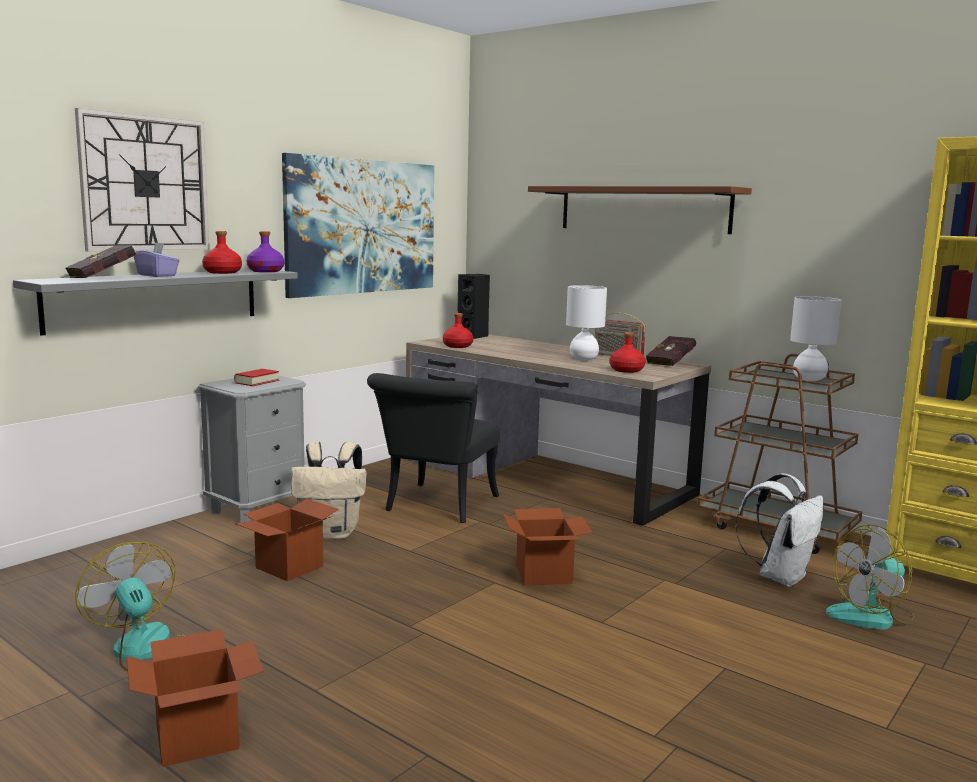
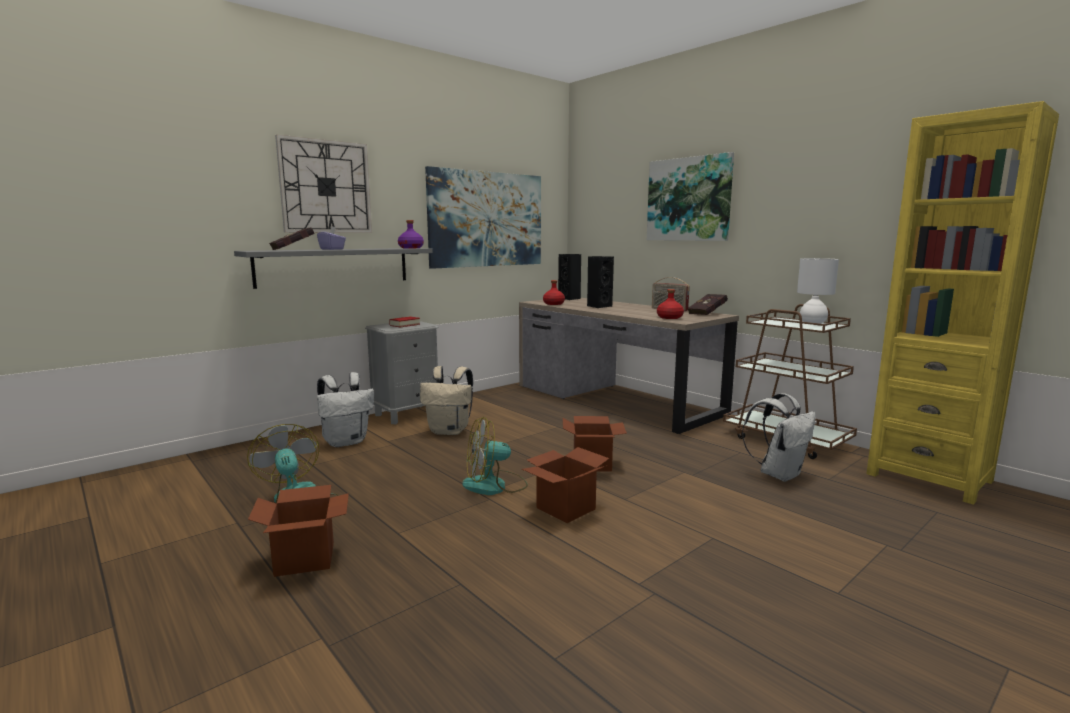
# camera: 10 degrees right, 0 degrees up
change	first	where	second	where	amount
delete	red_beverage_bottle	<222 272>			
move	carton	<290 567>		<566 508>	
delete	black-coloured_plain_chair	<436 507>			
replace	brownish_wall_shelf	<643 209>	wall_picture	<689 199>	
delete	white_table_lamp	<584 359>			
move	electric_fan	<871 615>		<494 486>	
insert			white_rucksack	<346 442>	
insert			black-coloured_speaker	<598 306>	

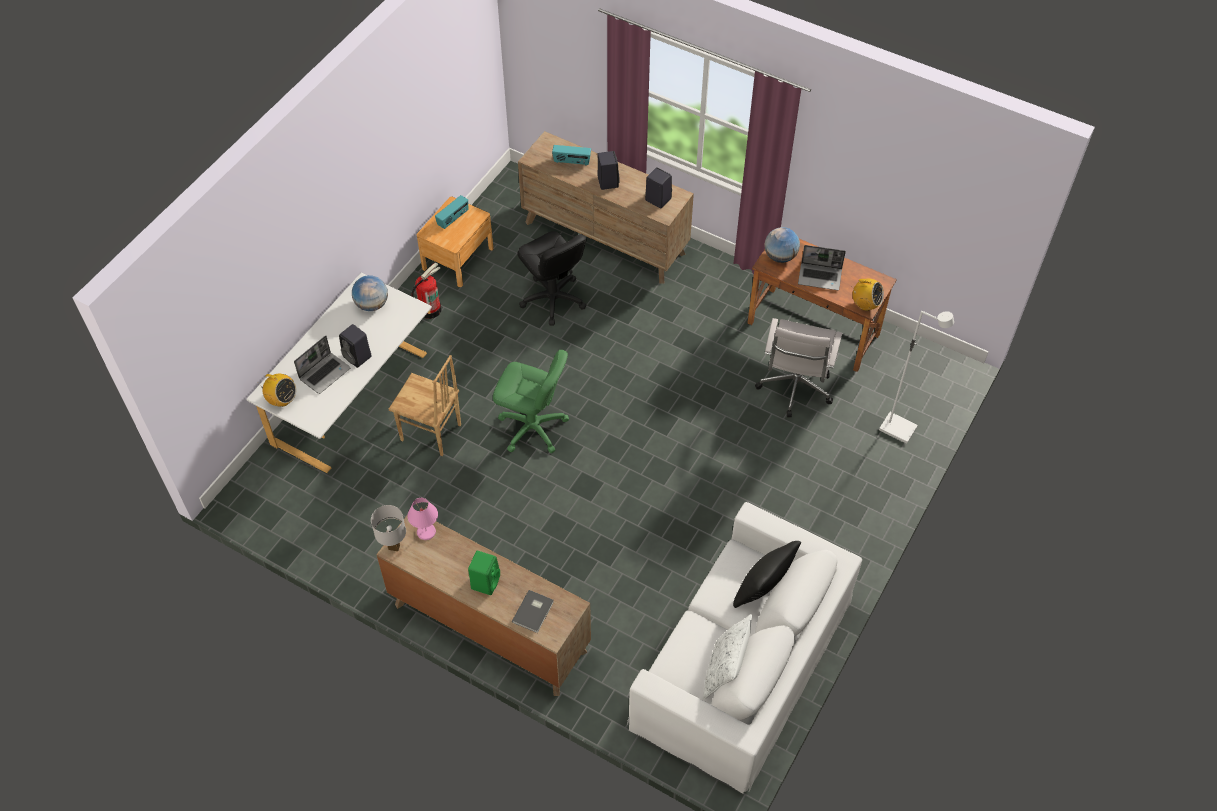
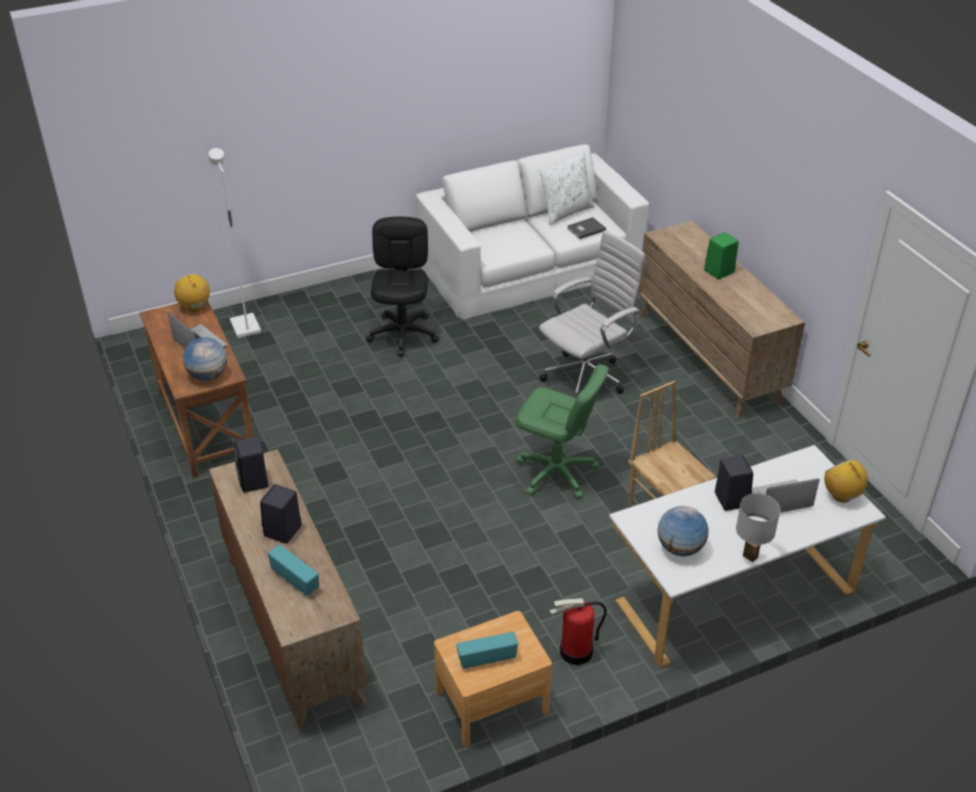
# camera: 145 degrees left, 15 degrees down
change	first	where	second	where	amount
move	white_table_lamp	<394 547>		<749 556>	
delete	pink_table_lamp	<426 532>			
rotate	green_computer_chair	<533 428>		<556 473>	150 degrees clockwise
move	gray_volume	<534 611>		<585 229>	
move	black-coloured_computer_chair	<553 299>		<403 334>	
delete	black-coloured_cushion	<762 589>			
move	white_computer_chair	<794 389>		<587 377>	

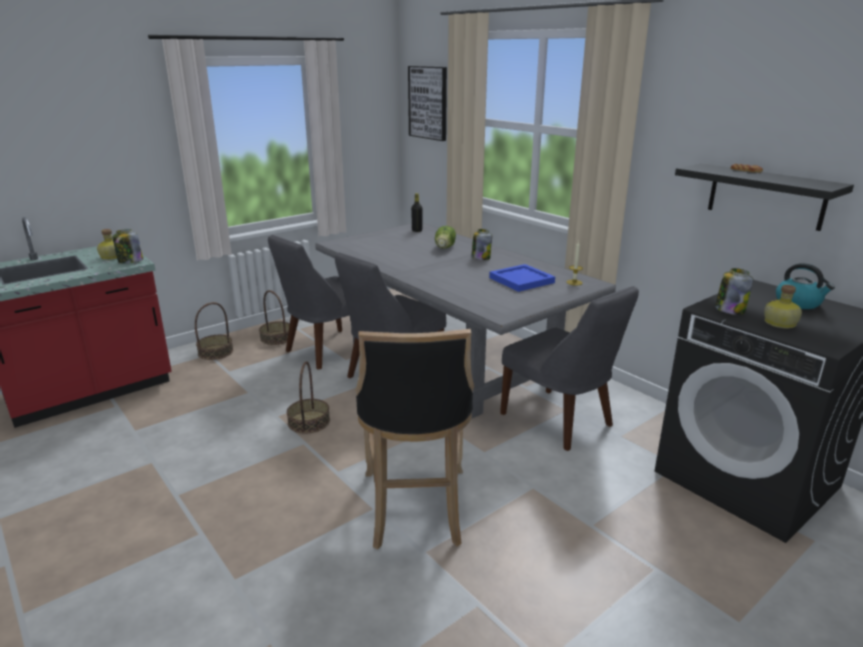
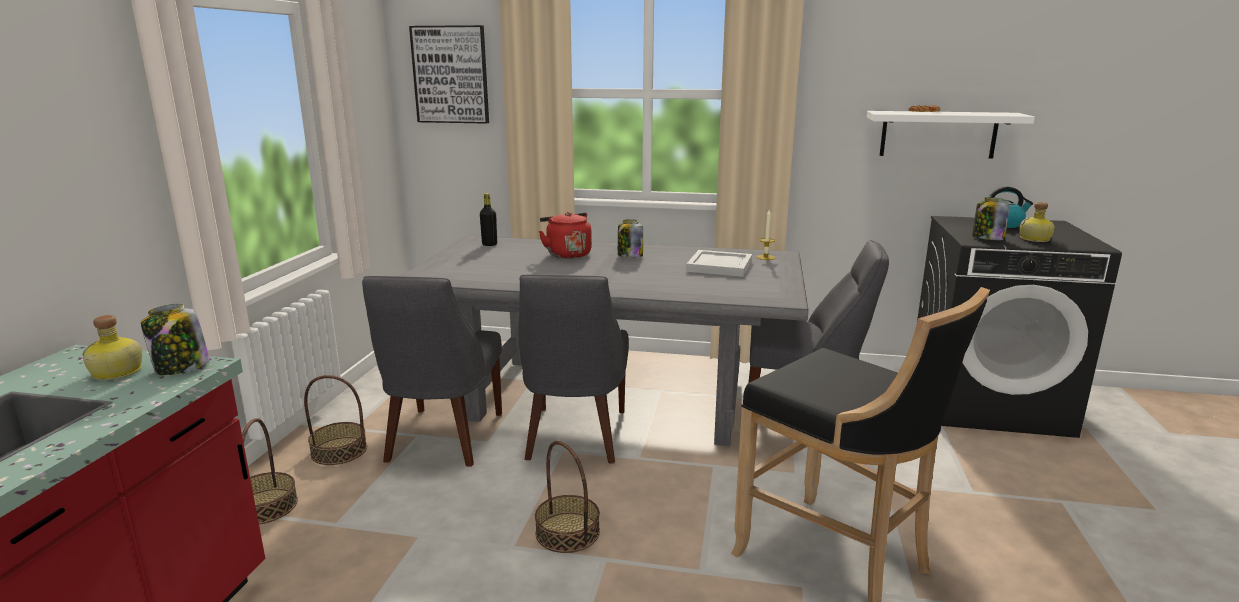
# camera: 40 degrees left, 5 degrees down
change	first	where	second	where	amount
replace	lettuce	<445 247>	red_tea_kettle	<567 254>	
recolor	blue-coloured_serving_tray	<521 280>	white_serving_tray	<719 266>	
recolor	black-coloured_wall_shelf	<766 196>	white_wall_shelf	<938 134>	

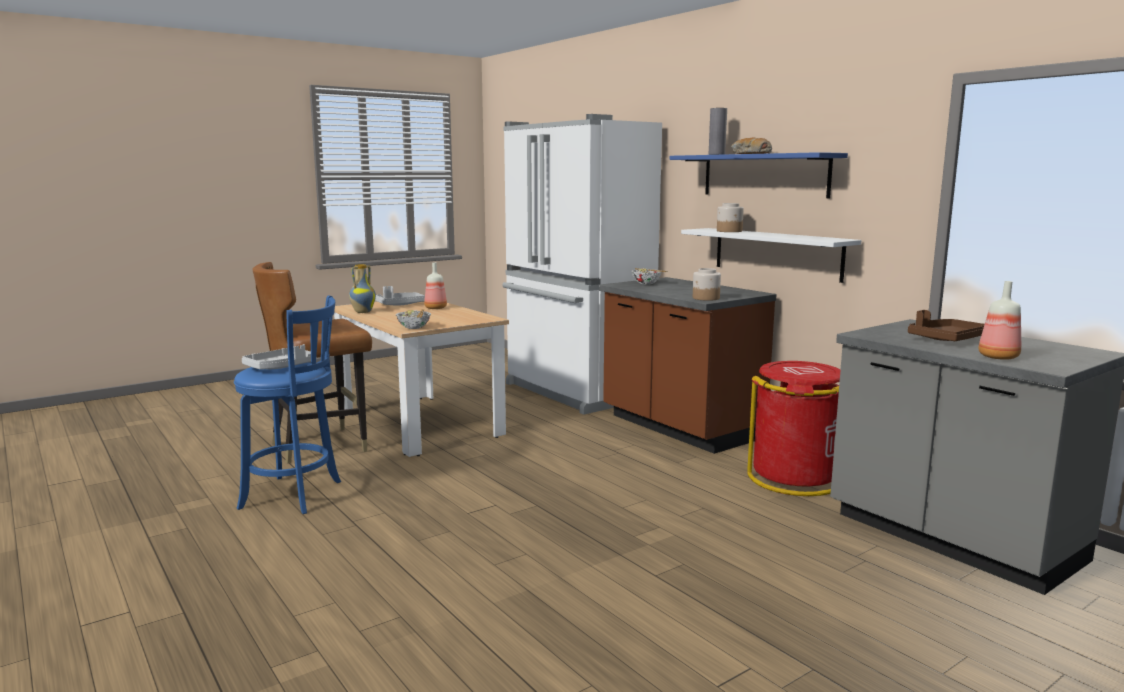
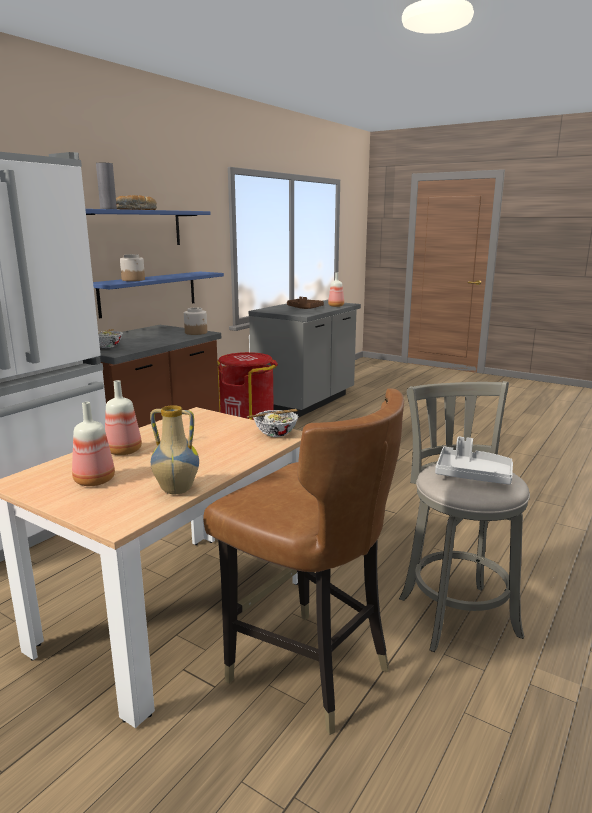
# camera: 110 degrees left, 5 degrees up
change	first	where	second	where	amount
recolor	blue-coloured_stool_seat	<296 495>	gray_stool_seat	<455 612>	
replace	gray_serving_tray	<400 305>	beverage_bottle	<93 481>	
recolor	white_wall_shelf	<776 253>	blue-coloured_wall_shelf	<149 293>	

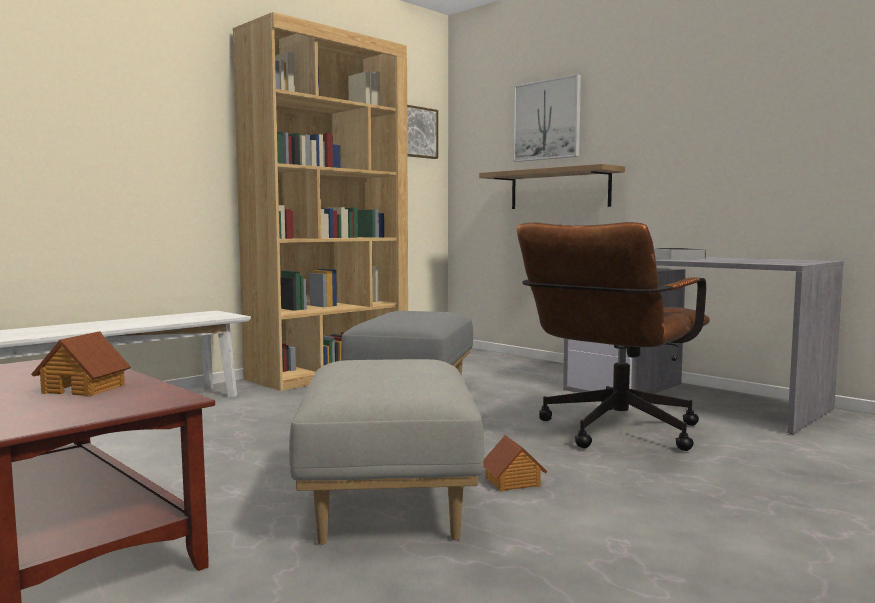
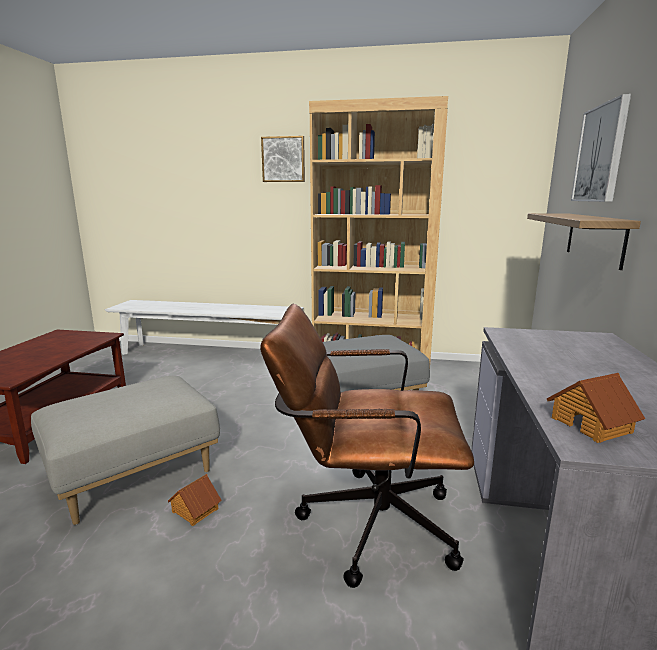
# camera: 55 degrees right, 10 degrees up
change	first	where	second	where	amount
move	miniature_house	<84 388>		<592 424>	
move	wall_picture	<416 132>		<283 159>	
delete	volume	<674 258>			

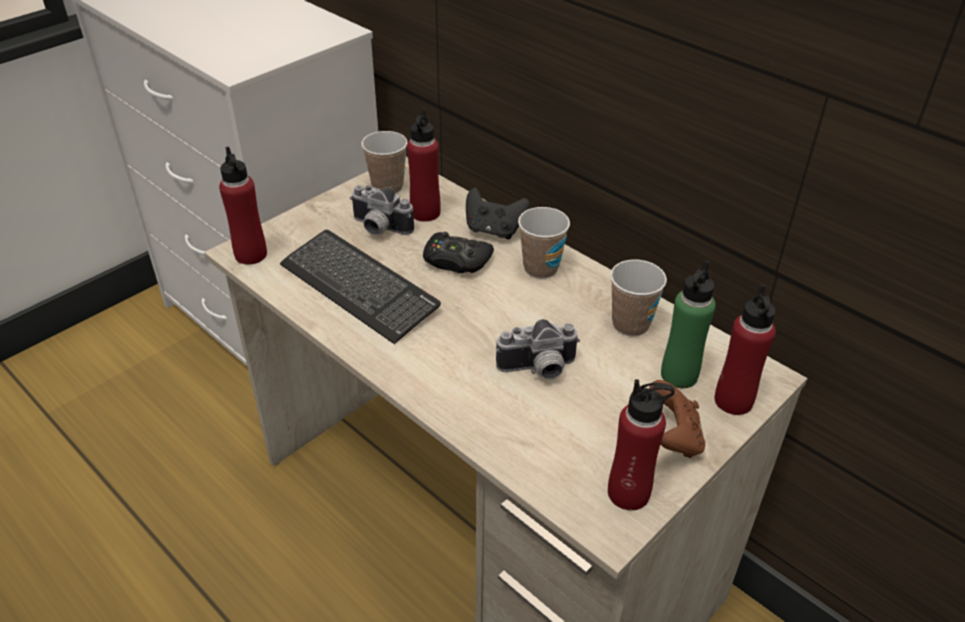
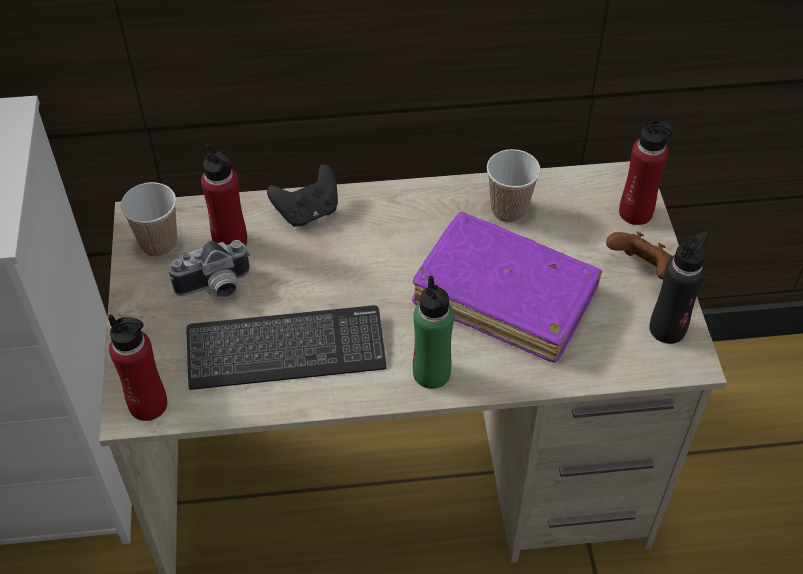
# camera: 50 degrees left, 10 degrees up
change	first	where	second	where	amount
delete	black-coloured_game_controller	<456 261>			
replace	still_camera	<538 370>	purple_volume	<505 297>	
delete	drinking_cup	<540 268>			
recolor	red_beverage_bottle	<629 493>	black-coloured_beverage_bottle	<667 329>	
move	green_beverage_bottle	<679 375>		<431 373>	

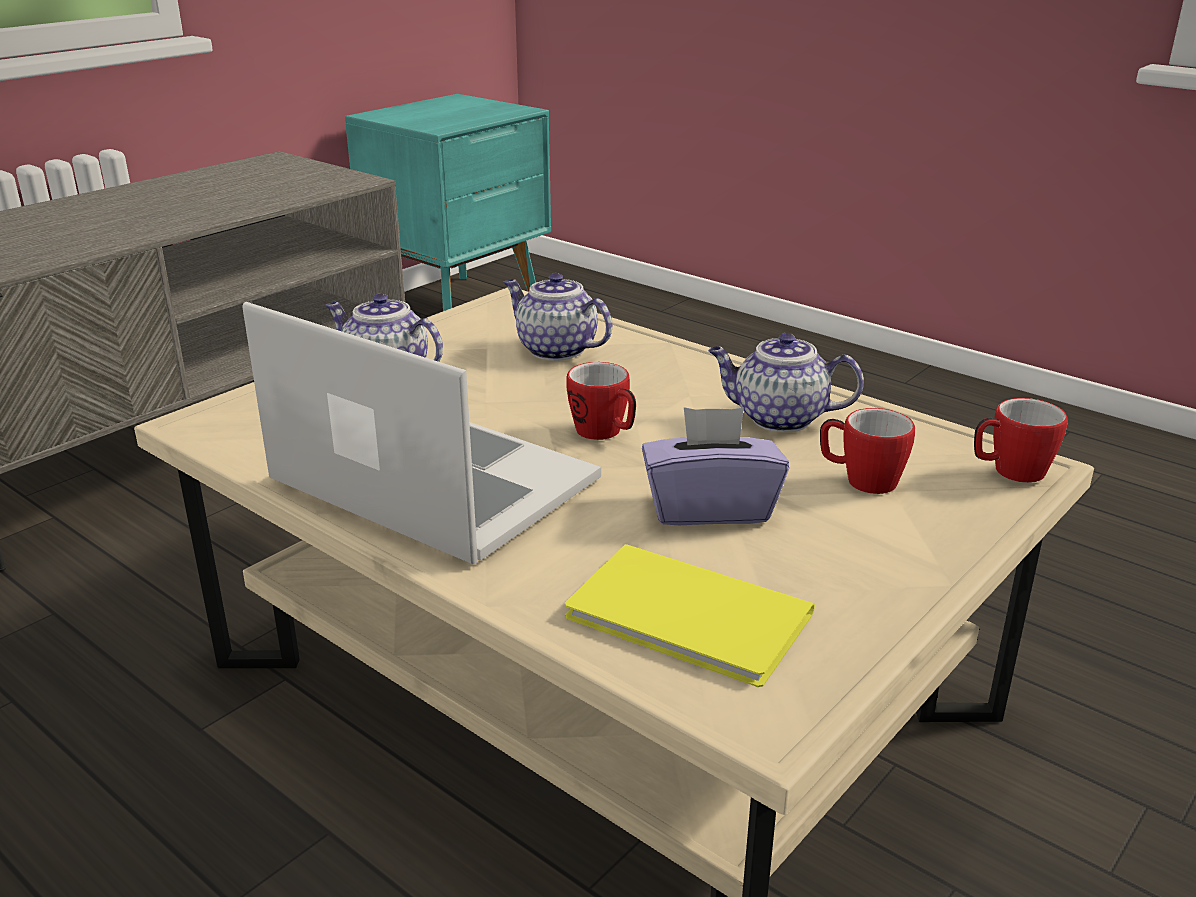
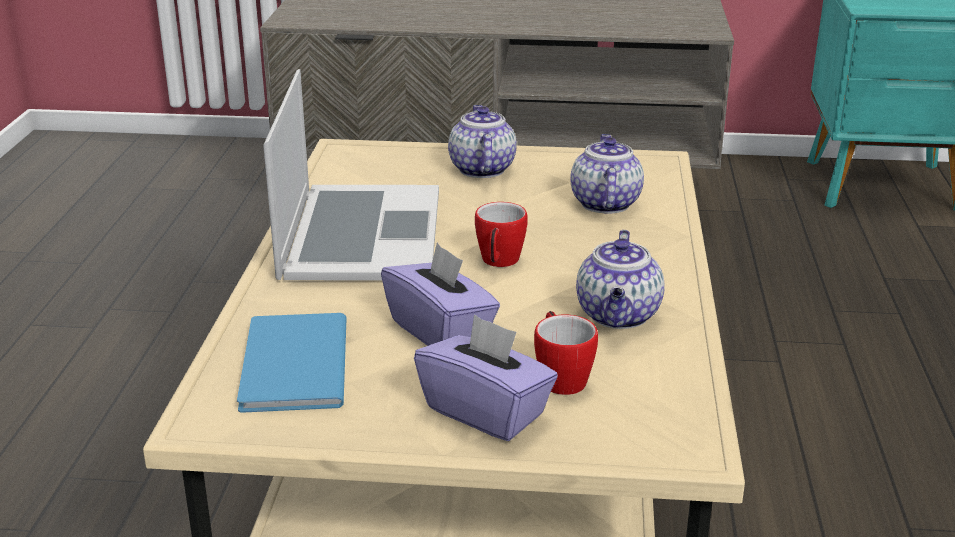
# camera: 55 degrees right, 0 degrees up
change	first	where	second	where	amount
recolor	yellow_volume	<691 620>	blue-coloured_volume	<290 367>	
rotate	teapot	<778 418>		<619 316>	150 degrees counterclockwise
delete	coffee_mug	<1009 472>			
insert			purple_tissue_holder	<486 411>	

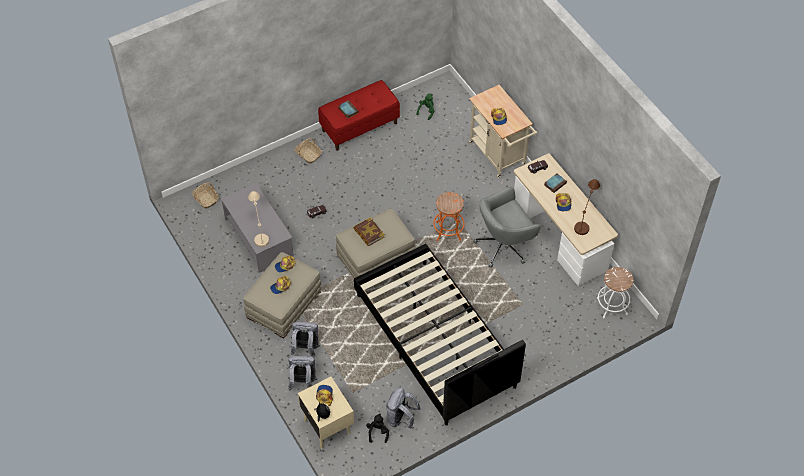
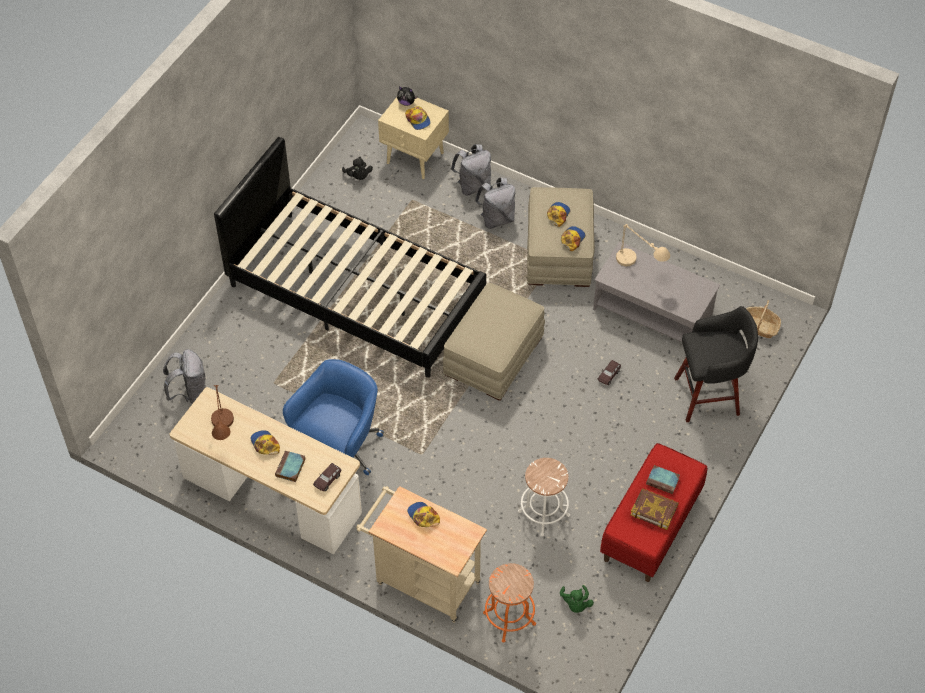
# camera: 150 degrees right, 0 degrees up
change	first	where	second	where	amount
delete	household_basket	<308 154>			
move	volume	<368 233>		<654 510>	
move	gray_rucksack	<401 418>		<189 393>	
move	orange-coloured_stool_seat	<448 231>		<509 618>	
recolor	gray_computer_chair	<504 245>	blue-coloured_computer_chair	<339 448>	
move	white_stool_seat	<612 306>		<543 513>	
insert			black-coloured_stool_seat	<709 396>	

